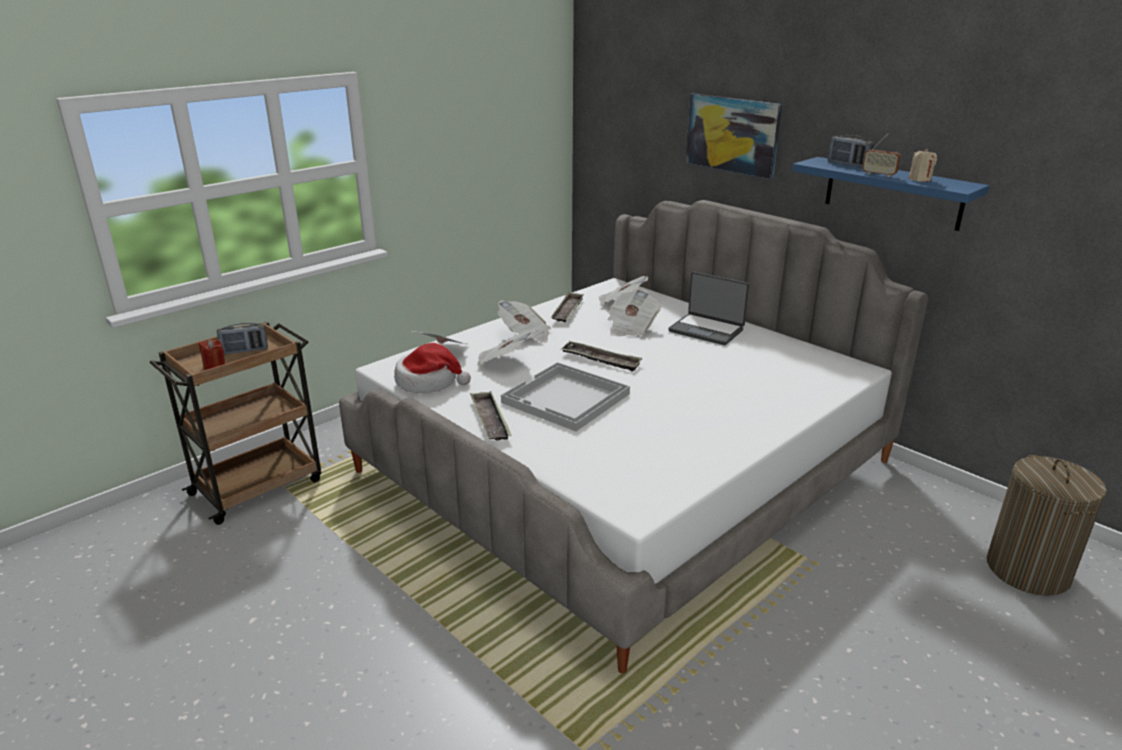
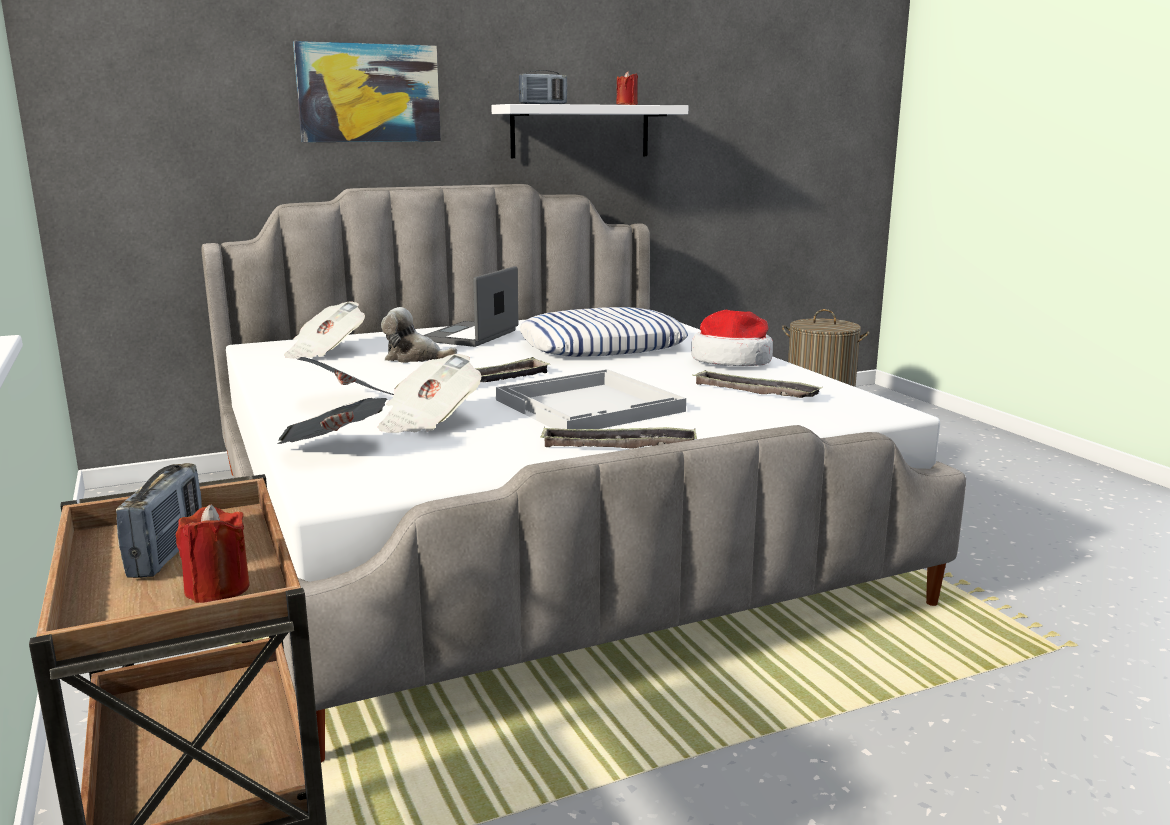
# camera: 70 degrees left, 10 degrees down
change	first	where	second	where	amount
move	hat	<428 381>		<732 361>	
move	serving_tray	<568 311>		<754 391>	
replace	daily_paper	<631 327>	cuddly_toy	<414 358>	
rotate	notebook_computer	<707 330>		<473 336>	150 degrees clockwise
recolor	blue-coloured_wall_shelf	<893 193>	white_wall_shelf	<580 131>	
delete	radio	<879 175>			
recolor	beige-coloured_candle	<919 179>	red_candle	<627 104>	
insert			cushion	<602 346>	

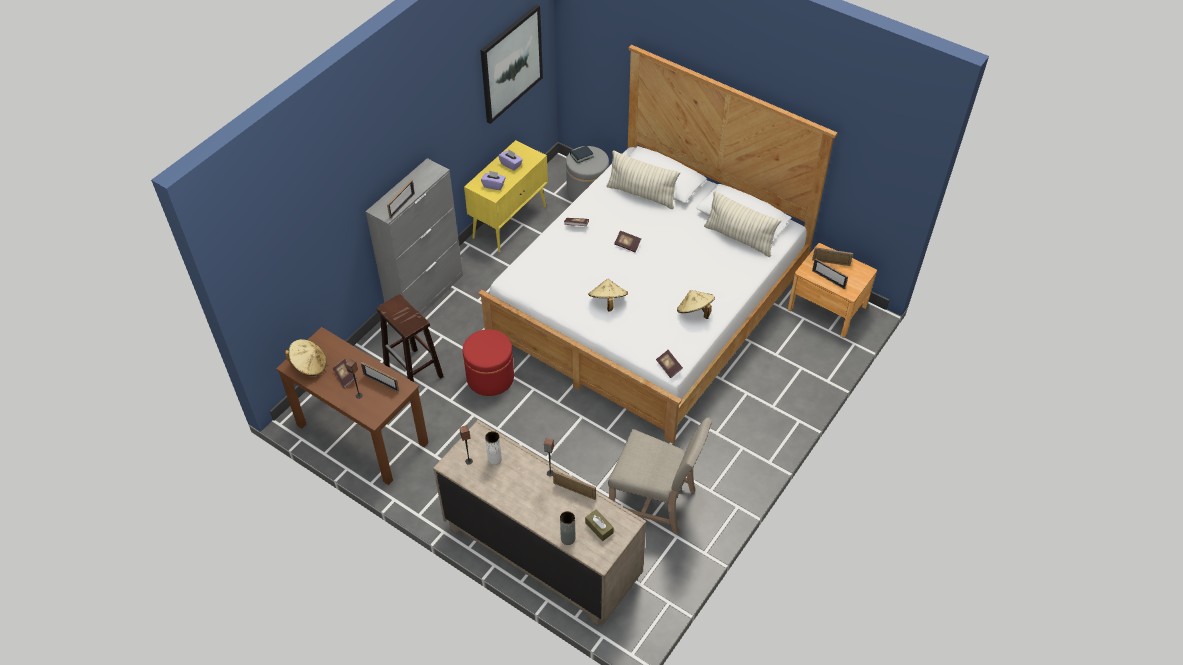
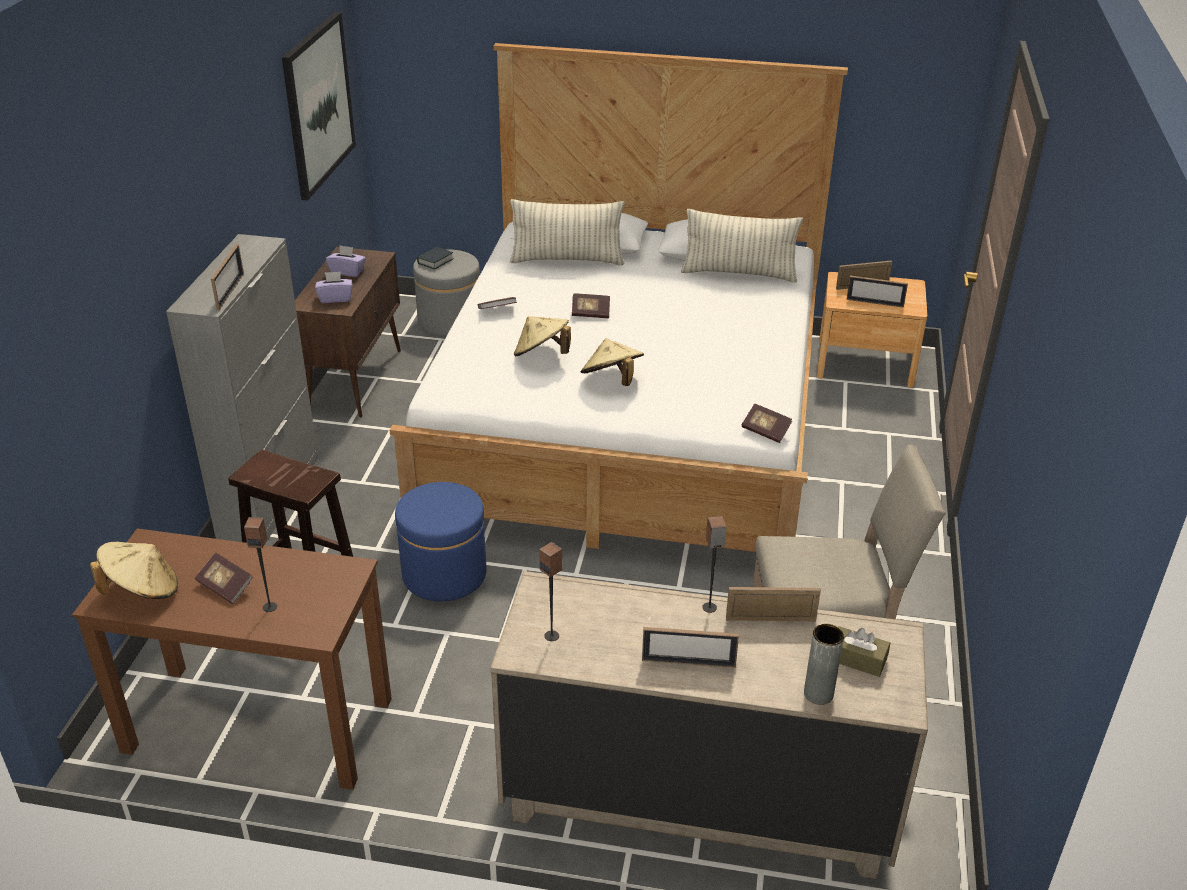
# camera: 25 degrees left, 15 degrees down
change	first	where	second	where	amount
move	standing_frame	<381 383>		<688 663>	
recolor	red_pouffe	<490 377>	blue-coloured_pouffe	<444 574>	
recolor	yellow_storage_cabinet	<510 222>	brownish_storage_cabinet	<356 379>	
delete	white_decorative_vase	<494 459>			
move	beige-coloured_hat	<694 312>		<541 355>	

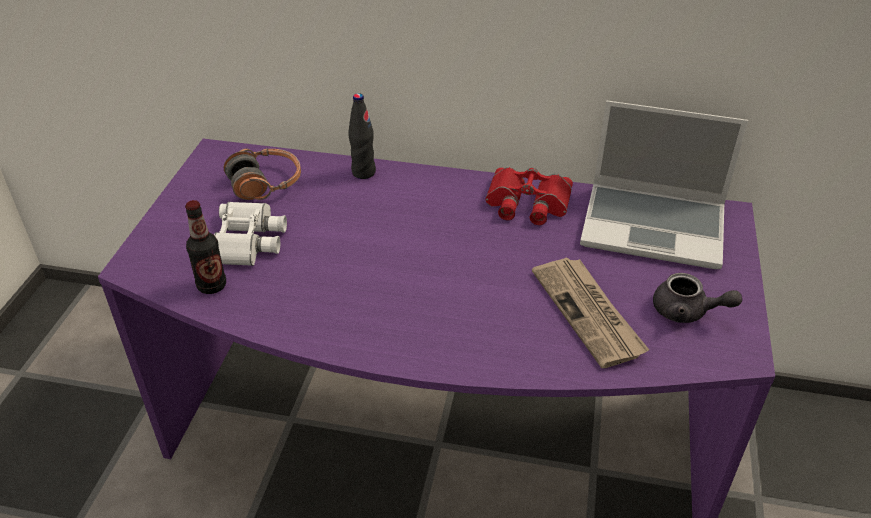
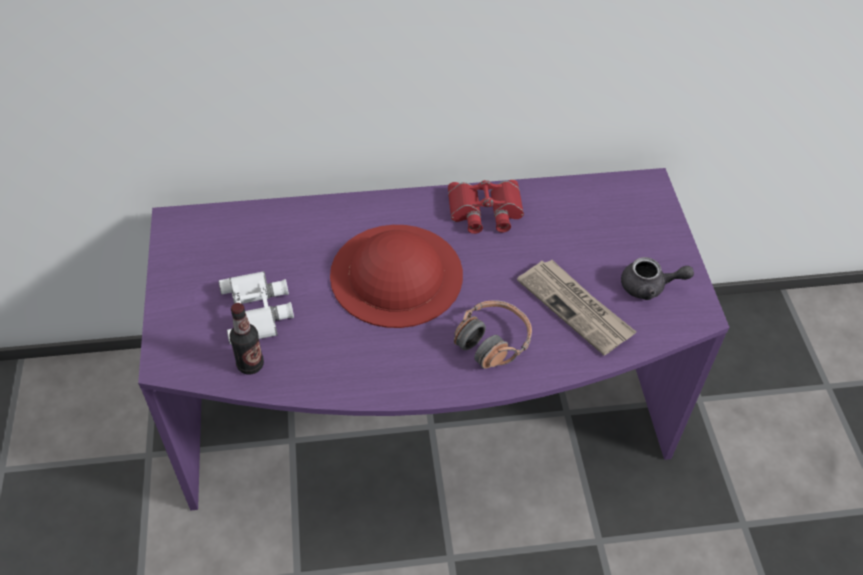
# camera: 20 degrees left, 10 degrees up
change	first	where	second	where	amount
move	pair_of_headphones	<266 184>		<492 341>	
delete	black-coloured_beverage_bottle	<363 172>			
delete	notebook_computer	<655 226>			
insert			red_hat	<396 274>	

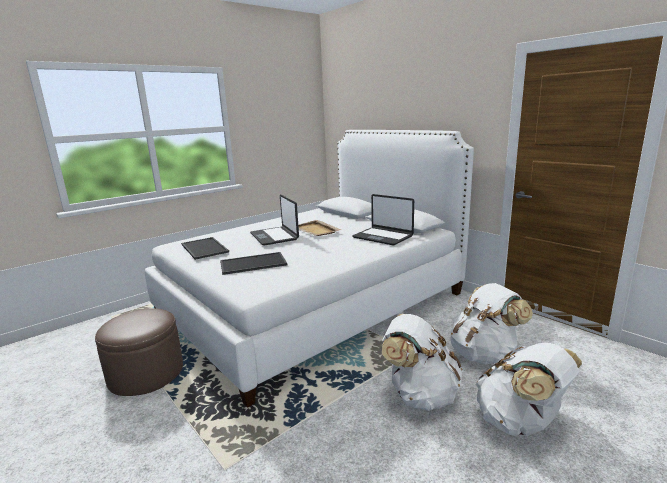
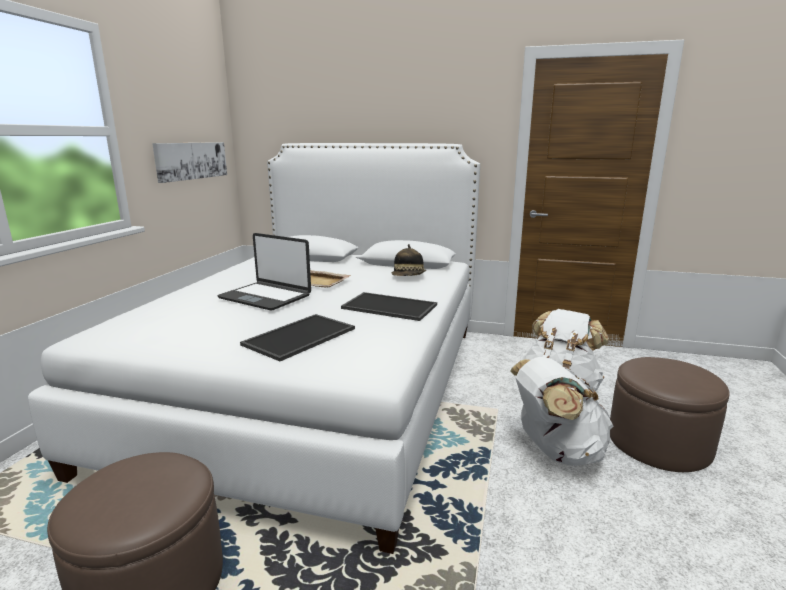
# camera: 35 degrees left, 0 degrees up
change	first	where	second	where	amount
move	serving_tray	<203 248>		<388 307>	
replace	notebook_computer	<383 237>	hat	<409 277>	
replace	white_rucksack	<520 422>	brownish_pouffe	<659 443>	
insert			wall_picture	<191 160>	

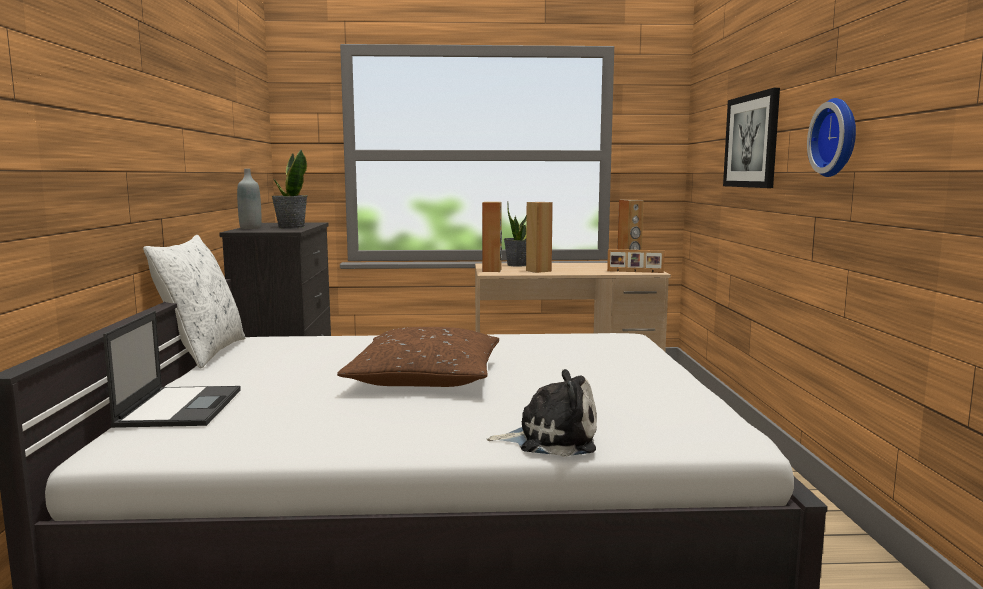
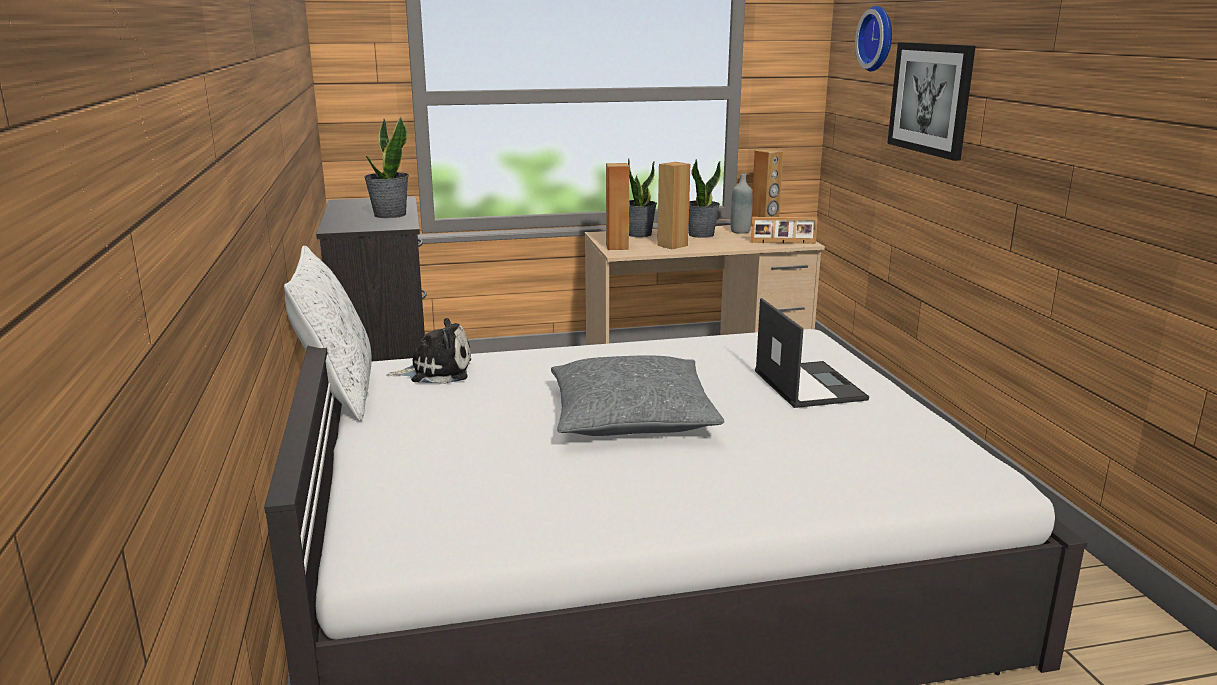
# camera: 10 degrees left, 10 degrees up
change	first	where	second	where	amount
move	notebook_computer	<180 407>		<808 384>	
move	gray_beverage_bottle	<250 228>		<740 231>	
recolor	brownish_cushion	<425 377>	gray_cushion	<631 416>	
move	cuddly_toy	<551 439>		<436 371>	
move	hanging_clock	<838 138>		<879 39>	
insert			potted_plant	<700 235>	

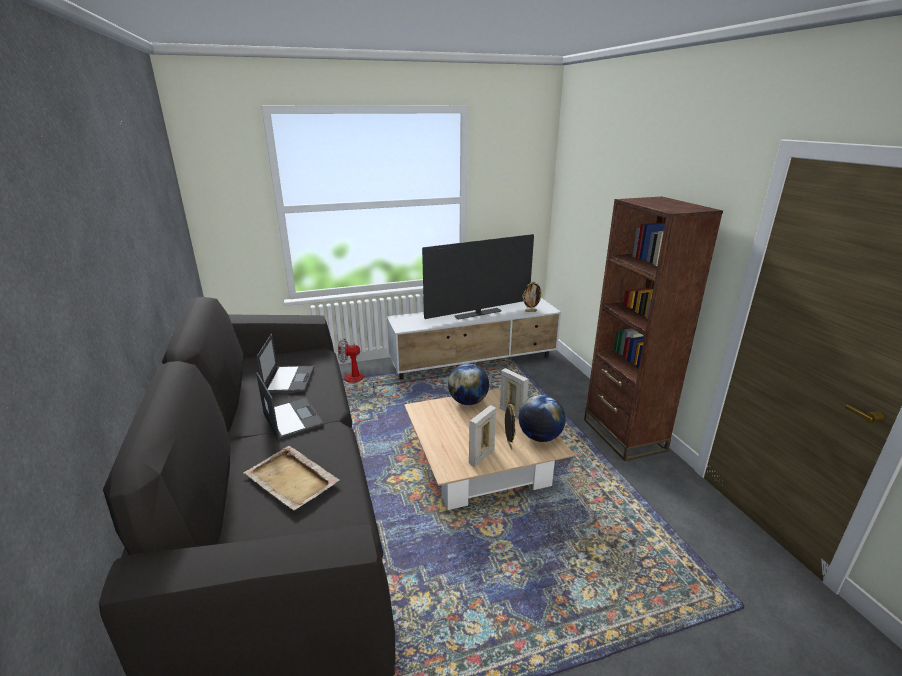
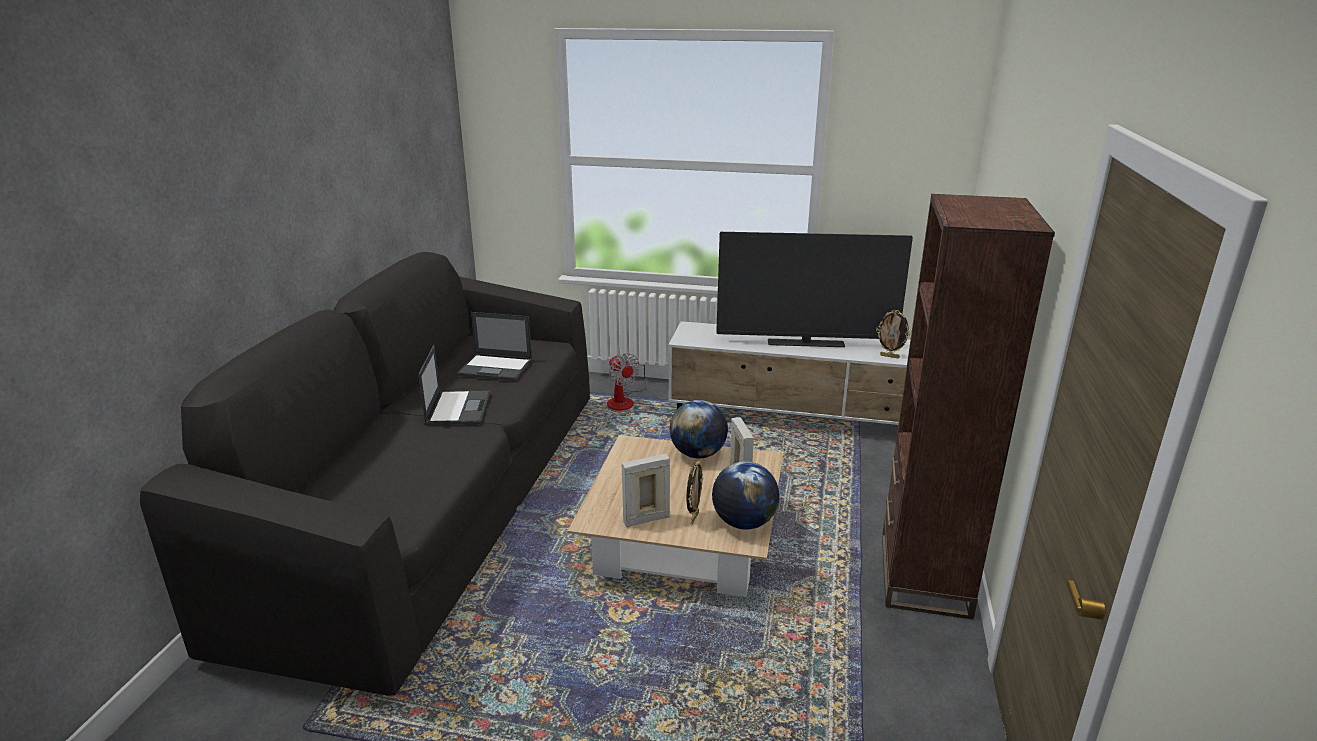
# camera: 30 degrees right, 0 degrees up
change	first	where	second	where	amount
delete	beige-coloured_serving_tray	<292 480>			
rotate	notebook_computer	<289 379>		<496 368>	75 degrees clockwise
rotate	electric_fan	<357 381>		<624 400>	150 degrees counterclockwise

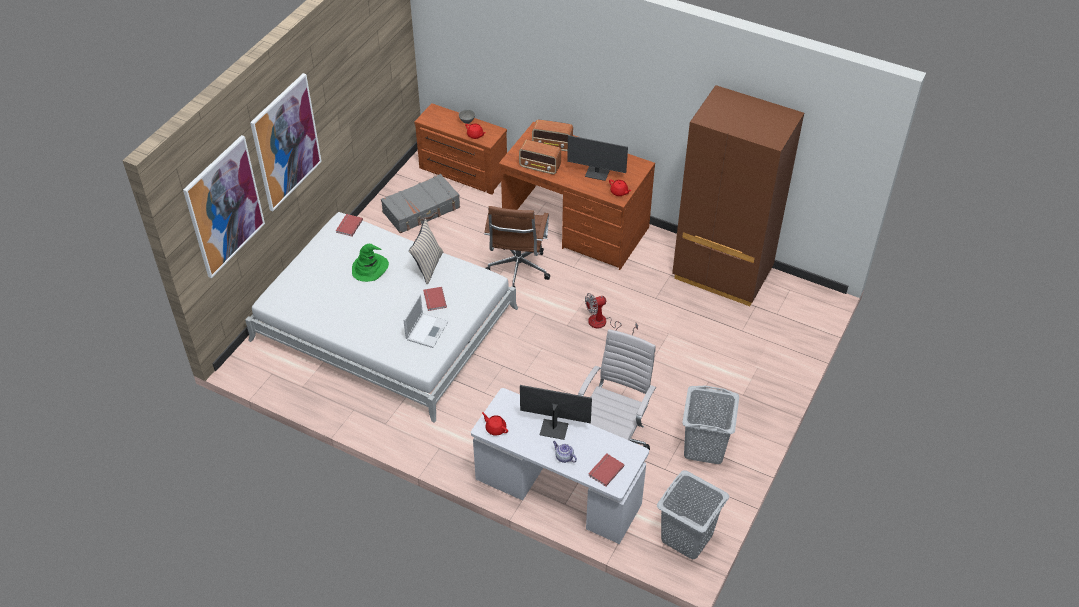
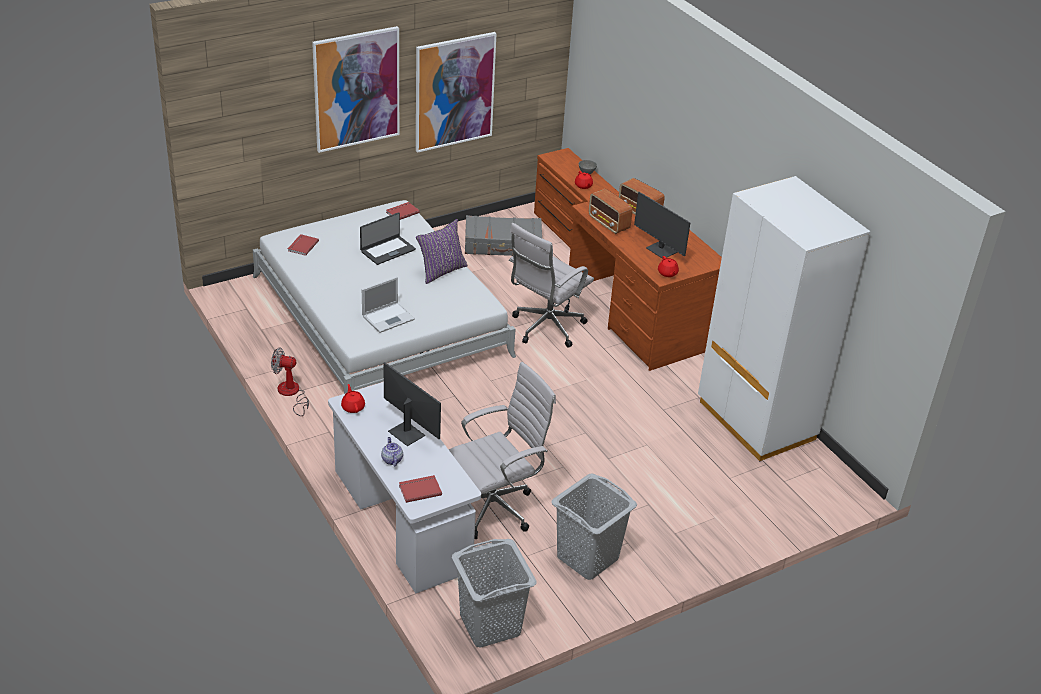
# camera: 30 degrees right, 10 degrees down
change	first	where	second	where	amount
move	wall_picture	<224 206>		<454 92>	
replace	green_hat	<370 268>	notebook_computer	<387 250>	
recolor	beige-coloured_cushion	<427 266>	purple_cushion	<441 271>	
move	red_volume	<434 300>		<302 246>	
recolor	brownish_computer_chair	<517 271>	white_computer_chair	<545 328>	
move	electric_fan	<603 324>		<291 394>	
recolor	brownish_wardrobe	<722 274>	white_wardrobe	<756 421>	

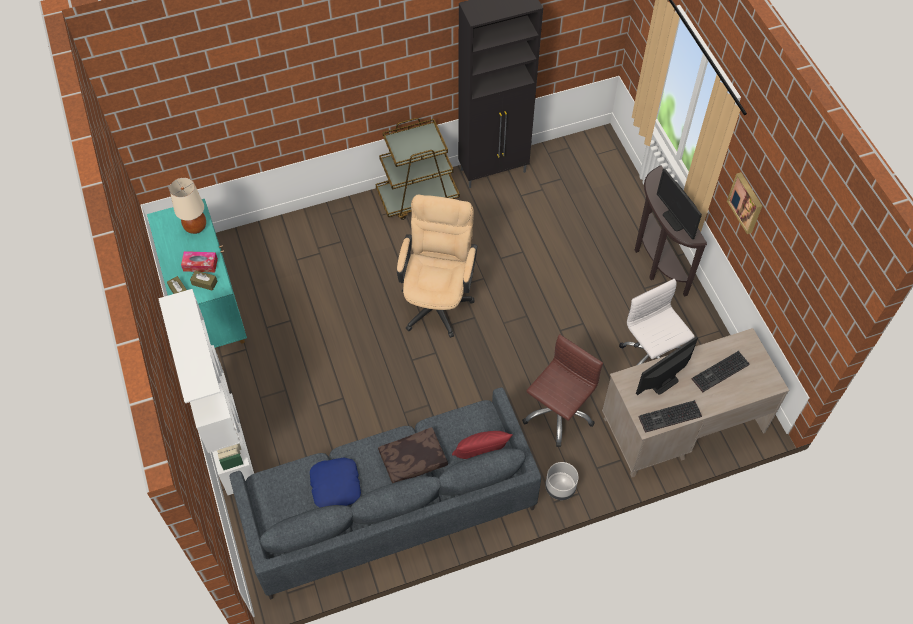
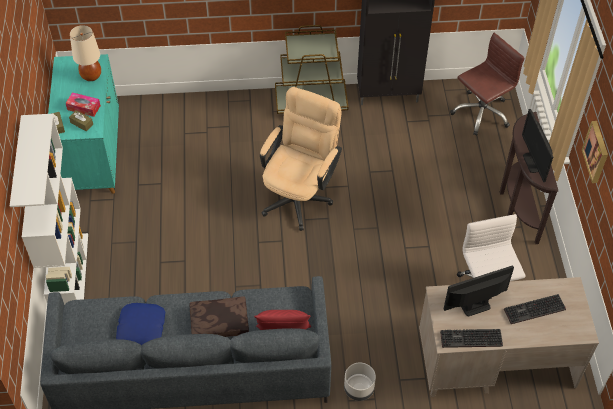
# camera: 15 degrees right, 5 degrees down
change	first	where	second	where	amount
move	brownish_computer_chair	<557 413>		<481 113>	

